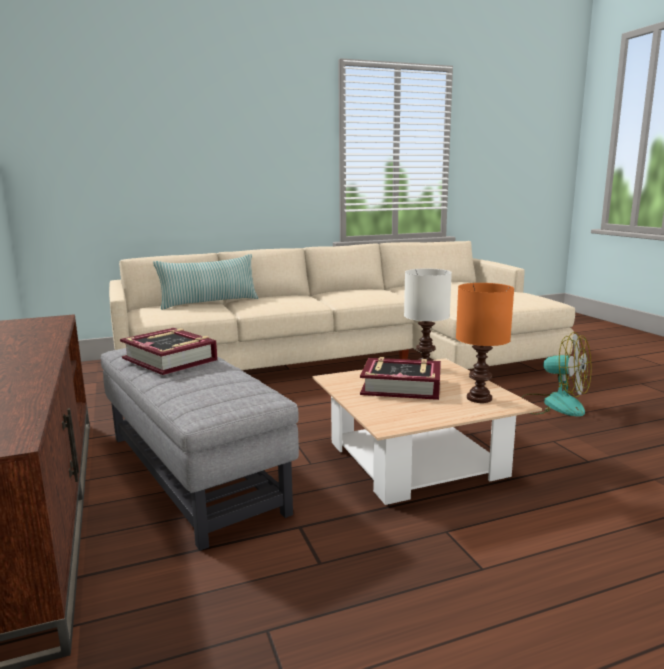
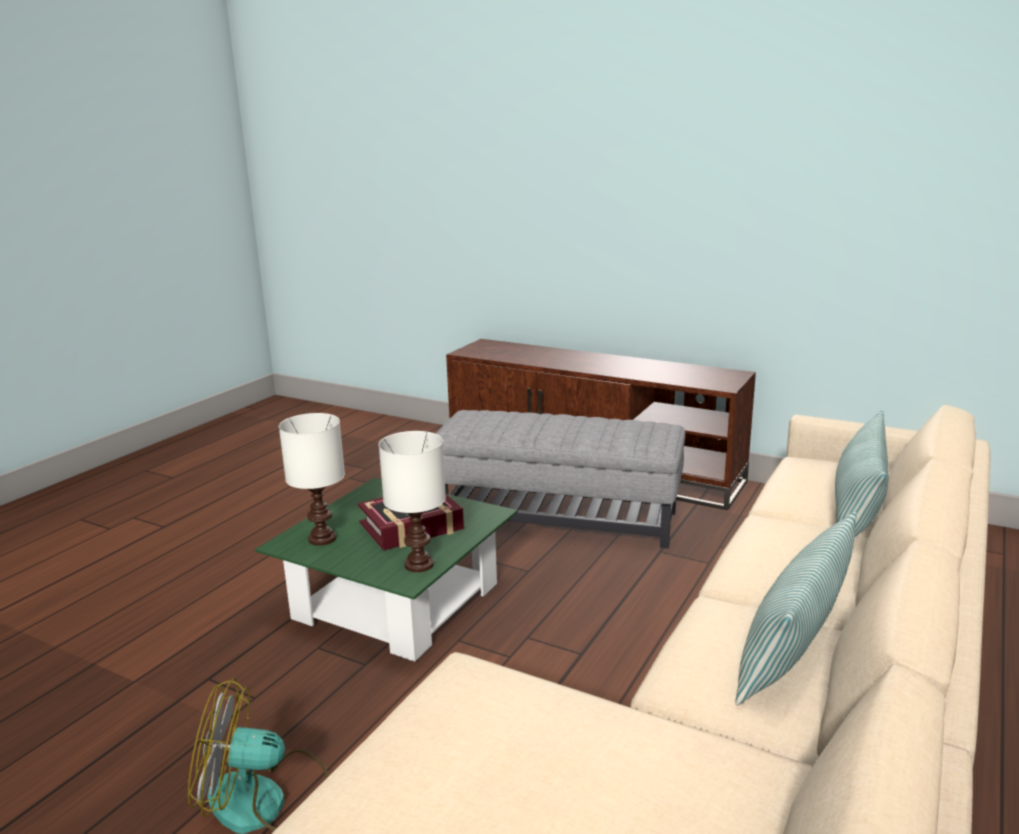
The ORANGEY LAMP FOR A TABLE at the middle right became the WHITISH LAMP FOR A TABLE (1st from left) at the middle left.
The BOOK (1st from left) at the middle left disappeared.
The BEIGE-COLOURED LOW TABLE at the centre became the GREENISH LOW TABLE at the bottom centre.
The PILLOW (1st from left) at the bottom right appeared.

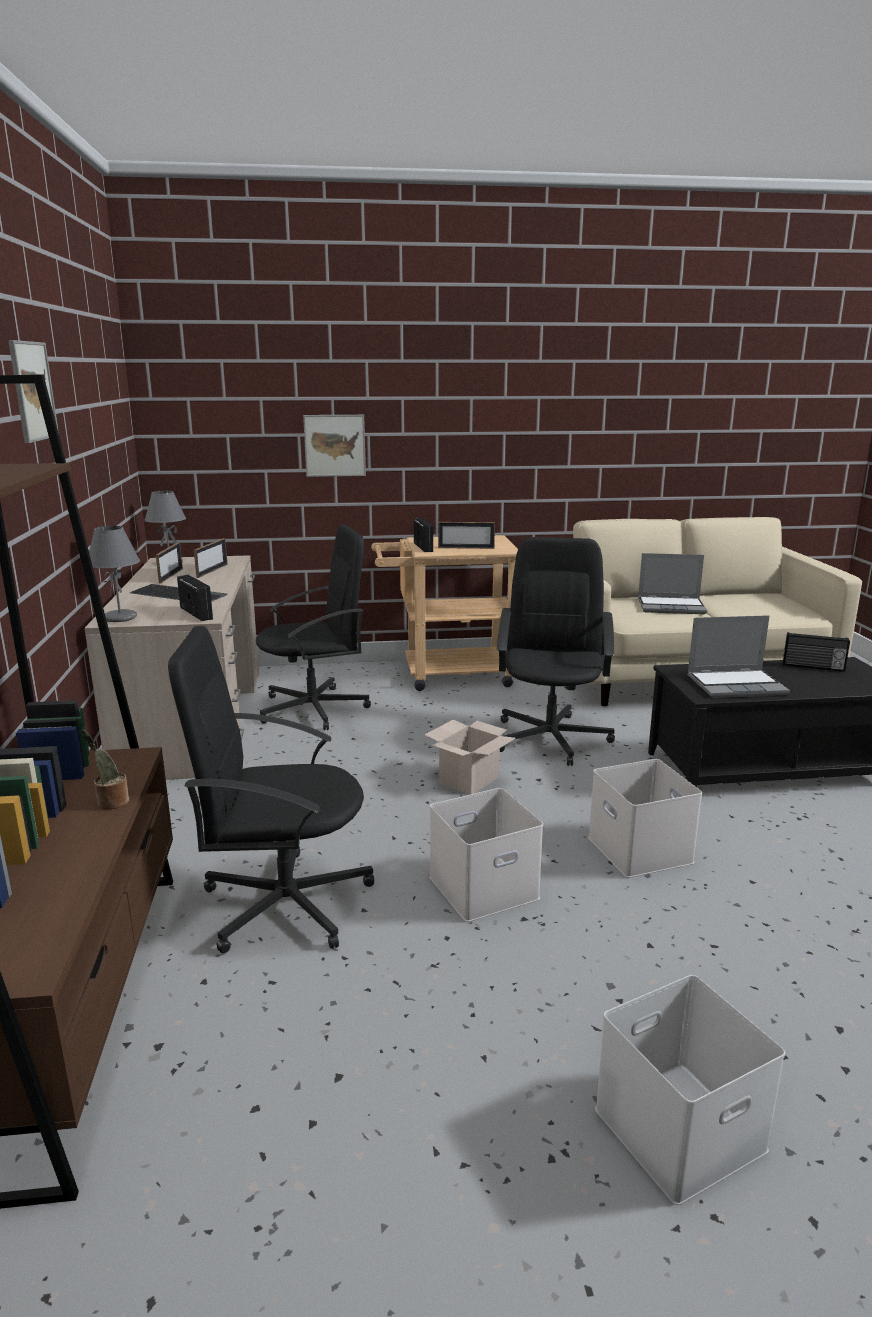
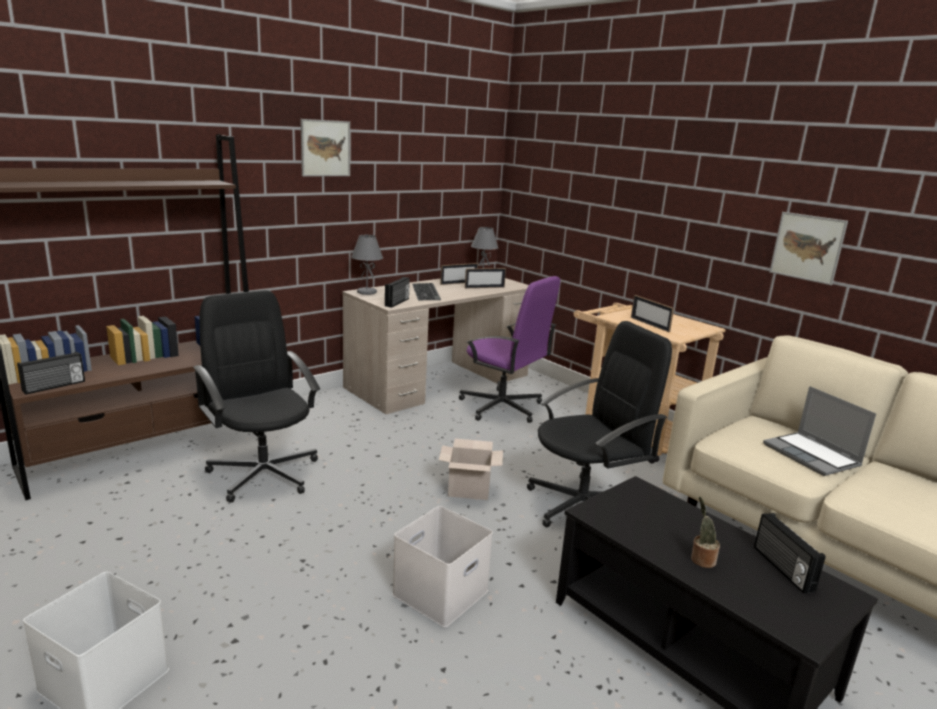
The WALL PICTURE (2nd from left) moved from the centre to the middle right.
The RADIO SET (2nd from left in the first image) moved from the centre to the middle left.
The BLACK COMPUTER CHAIR (2nd from left) at the centre became the PURPLE-COLOURED COMPUTER CHAIR at the centre.
The PORTABLE COMPUTER (2nd from left) at the middle right disappeared.
The HOUSEPLANT moved from the middle left to the bottom right.
The WHITISH STORAGE BIN (1st from left) at the centre disappeared.

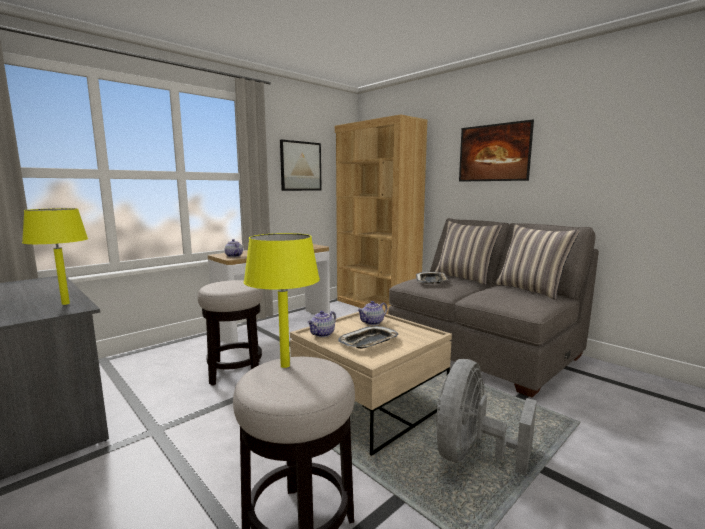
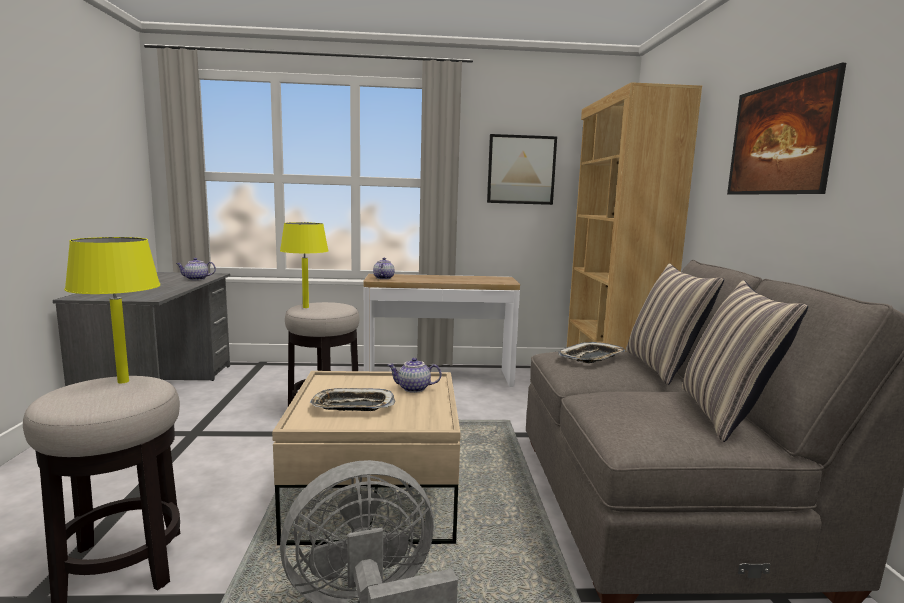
The YELLOW LAMP FOR A TABLE (1st from left in the first image) moved from the middle left to the centre.
The TEA POT (2nd from left in the first image) moved from the centre to the middle left.

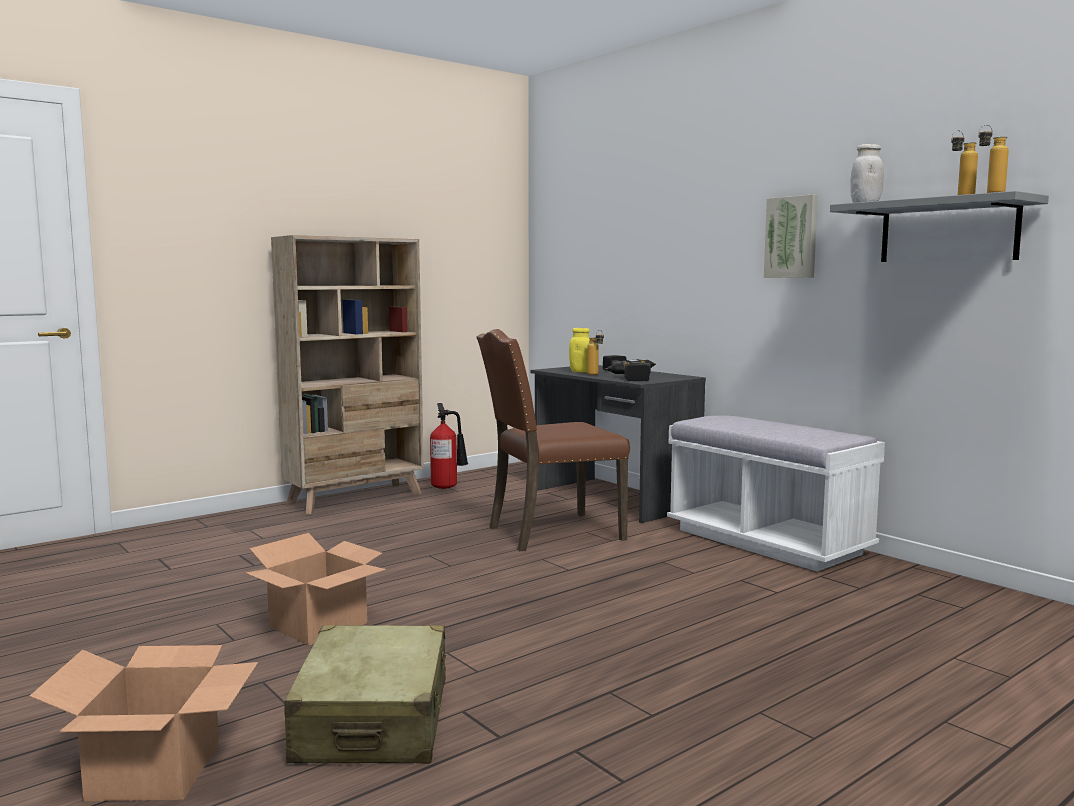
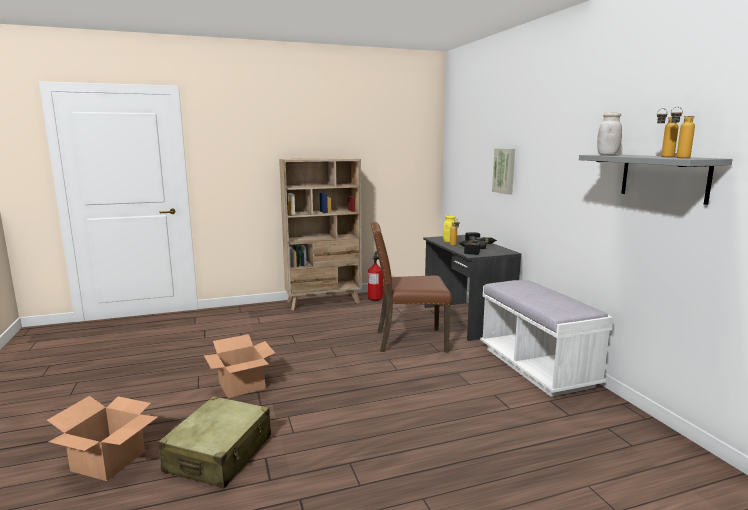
The WALL PICTURE moved from the top right to the middle right.

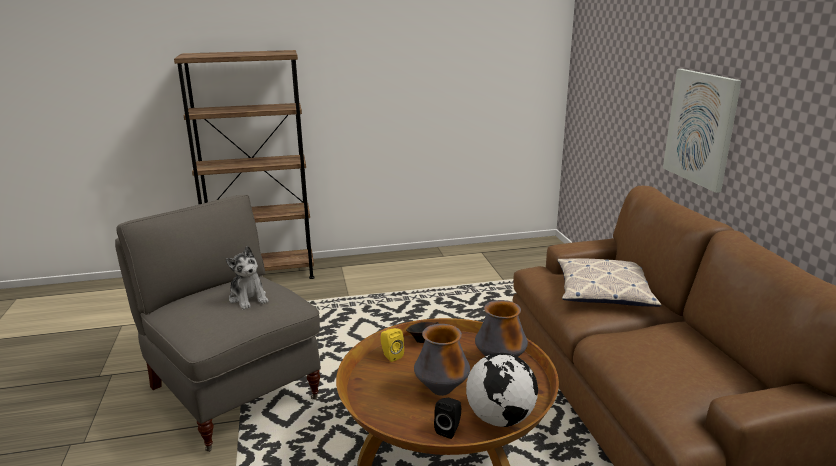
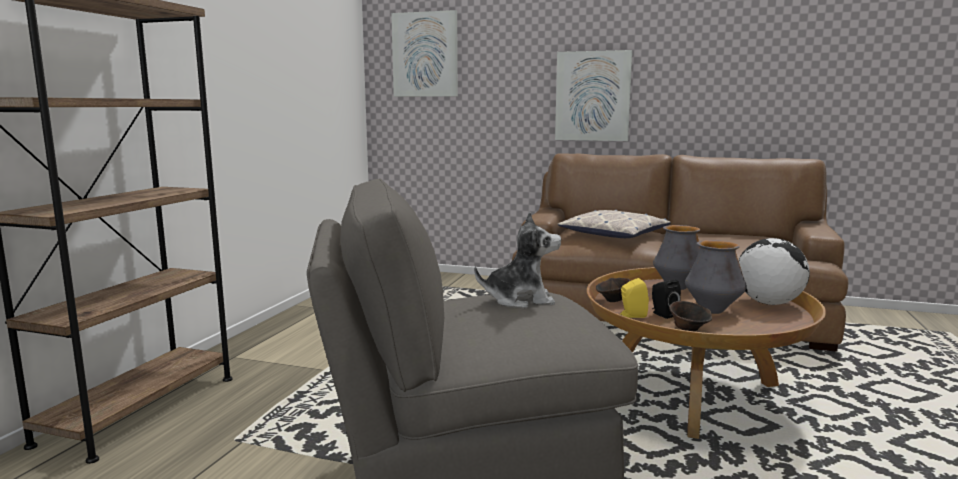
The BLACK AUDIO SPEAKER moved from the bottom centre to the middle right.
The WALL PICTURE (1st from left) at the top centre appeared.
The BROWNISH BOWL (2nd from left) at the middle right appeared.

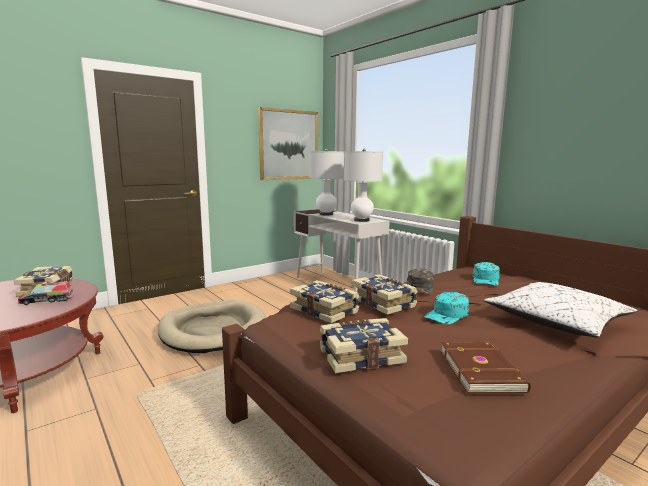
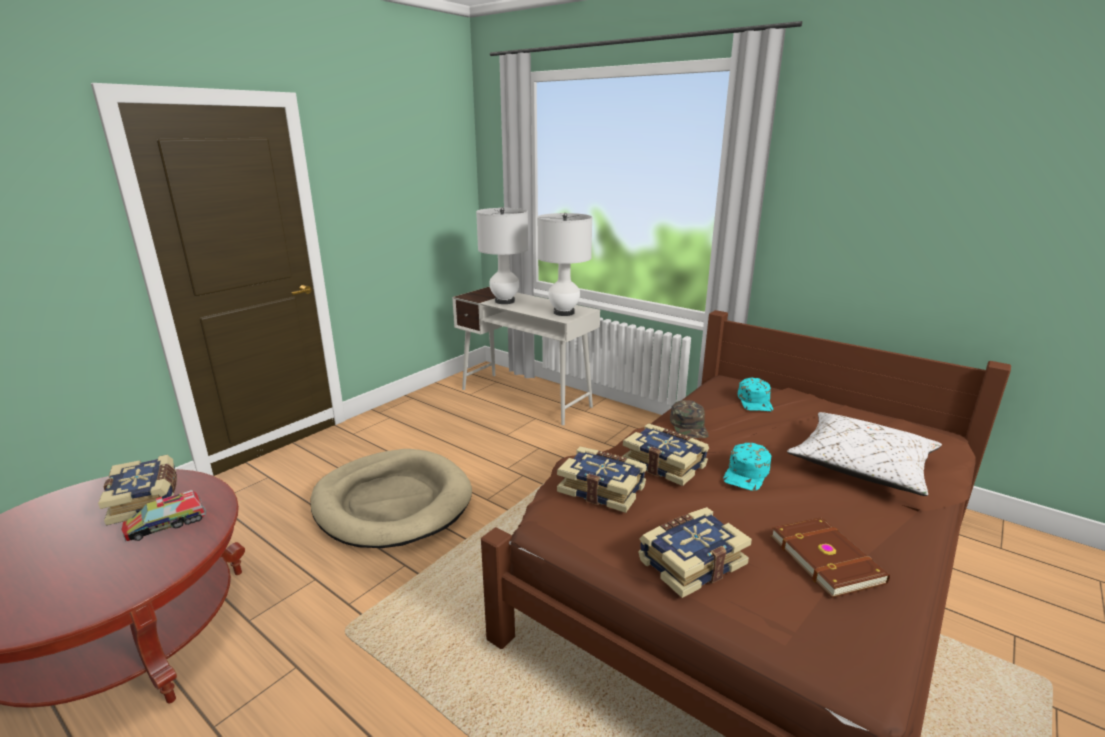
The WALL PICTURE at the top centre disappeared.

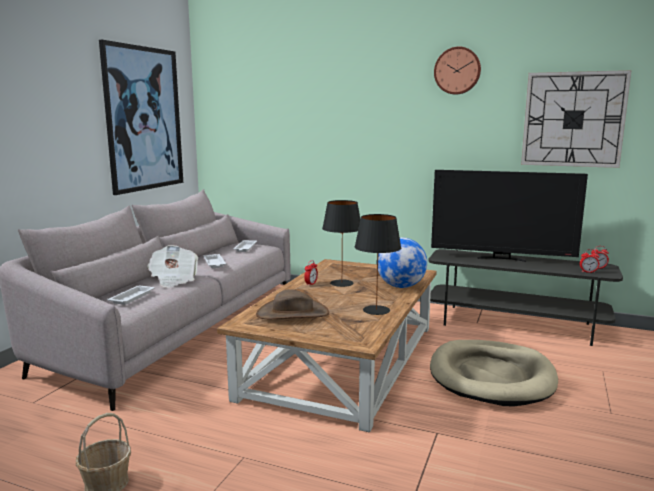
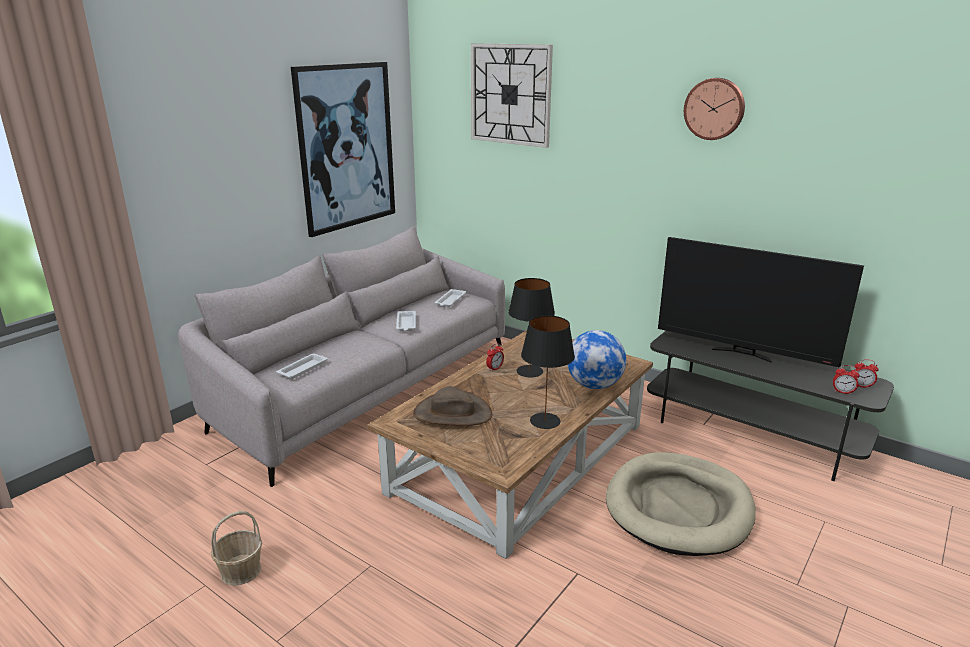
The CLOCK ON THE WALL (2nd from left in the first image) moved from the top right to the top centre.
The PRINTED PAPER at the middle left disappeared.

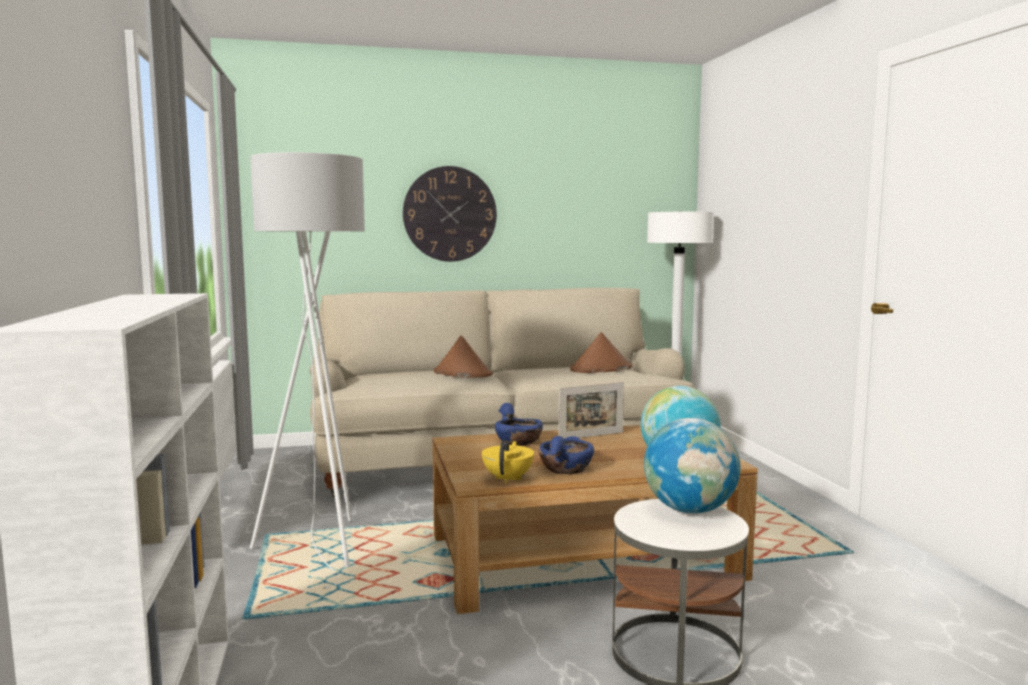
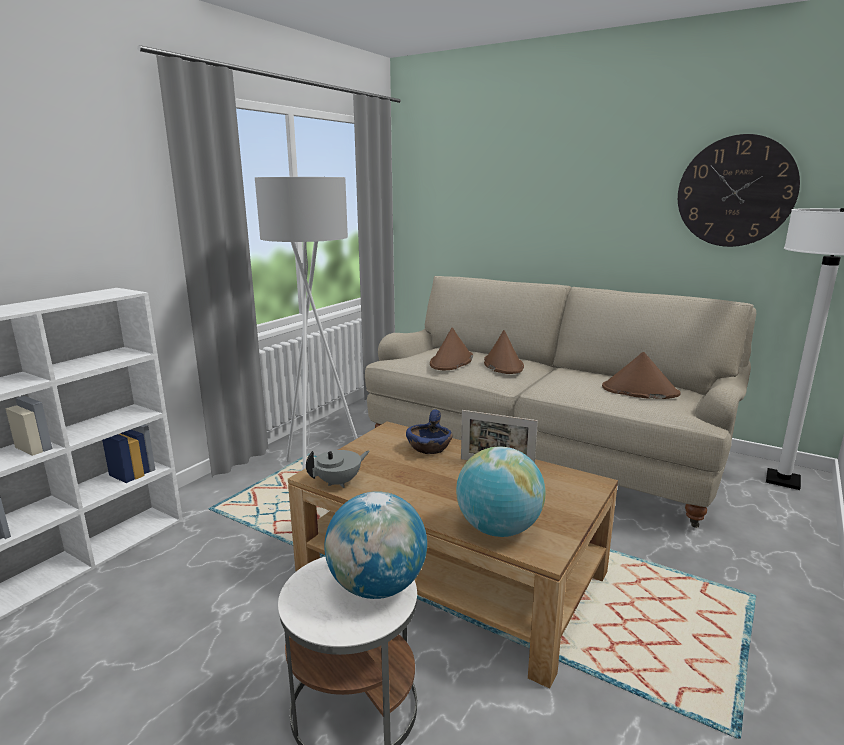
The CLOCK ON THE WALL moved from the top centre to the top right.
The BLUE-COLOURED BOWL (2nd from left) at the centre disappeared.
The YELLOW TEA POT at the bottom centre became the GREY TEA POT at the centre.
The BROWNISH CLOTHING HAT (1st from left) at the centre appeared.

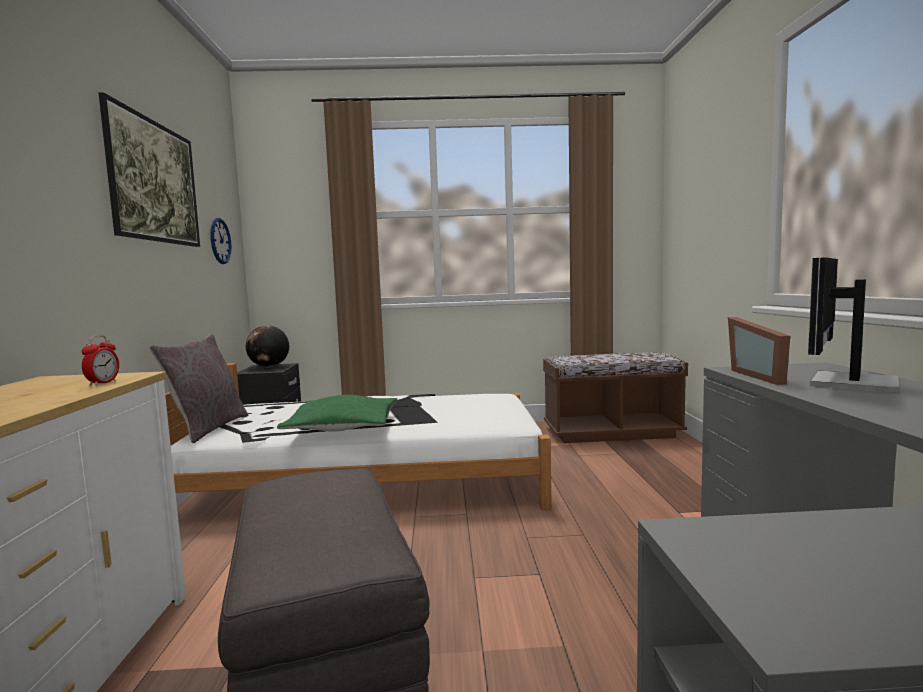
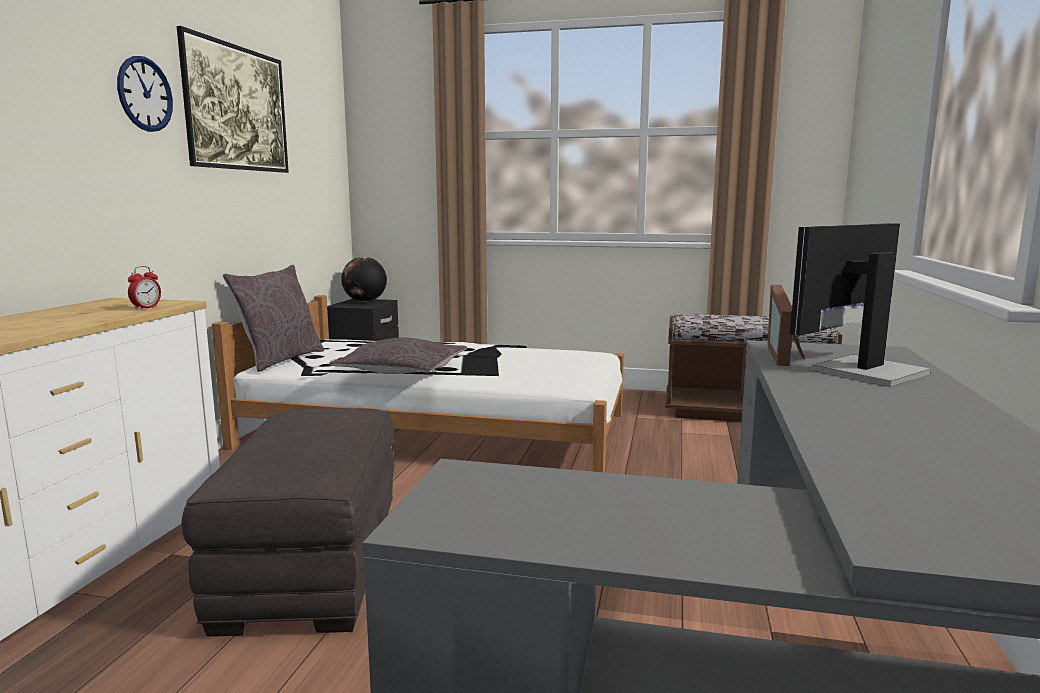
The CLOCK ON THE WALL moved from the middle left to the top left.
The GREENISH PILLOW at the centre became the GREY PILLOW (2nd from left) at the centre.

